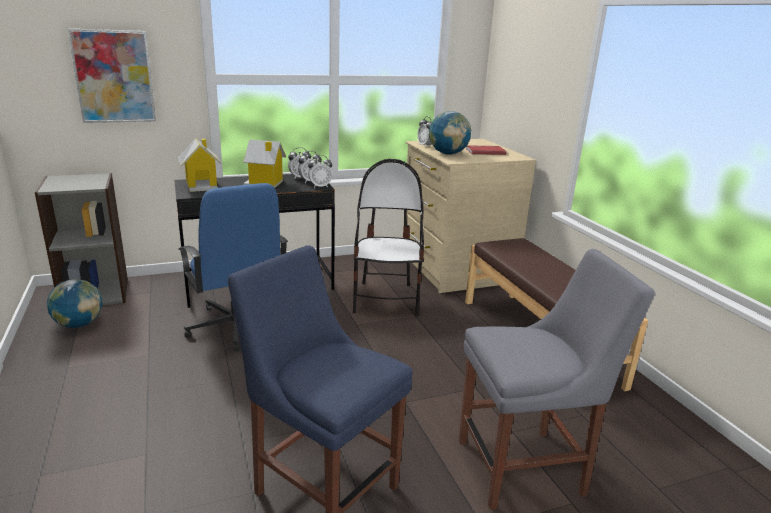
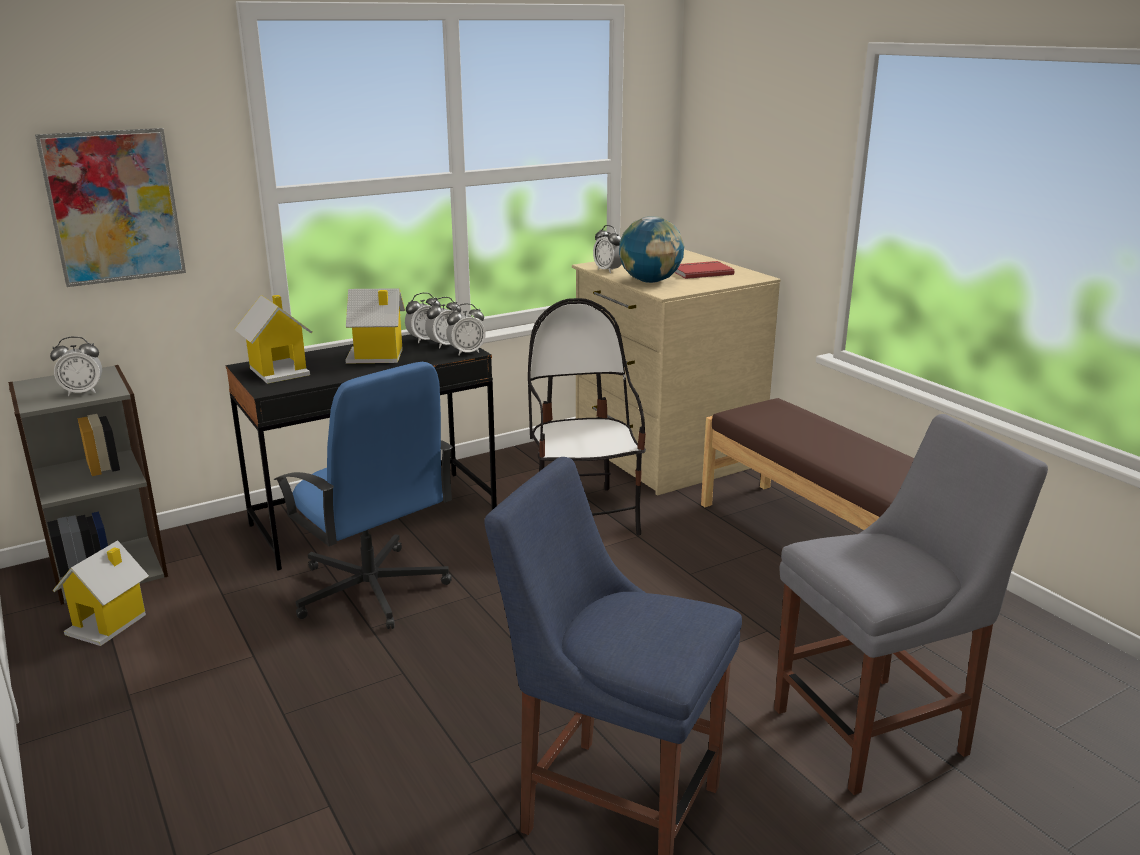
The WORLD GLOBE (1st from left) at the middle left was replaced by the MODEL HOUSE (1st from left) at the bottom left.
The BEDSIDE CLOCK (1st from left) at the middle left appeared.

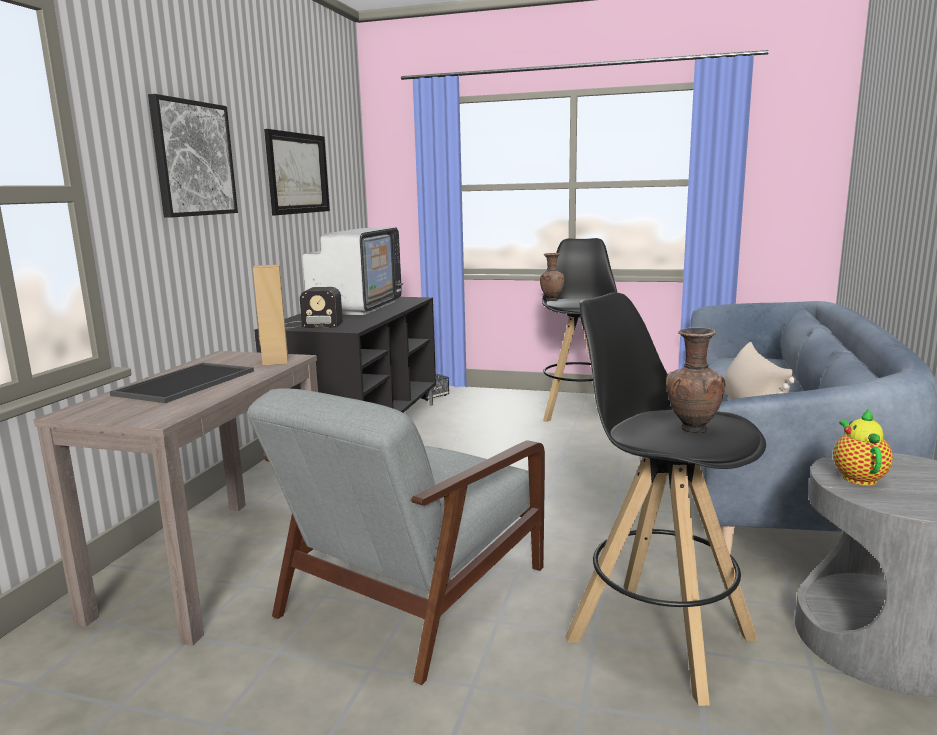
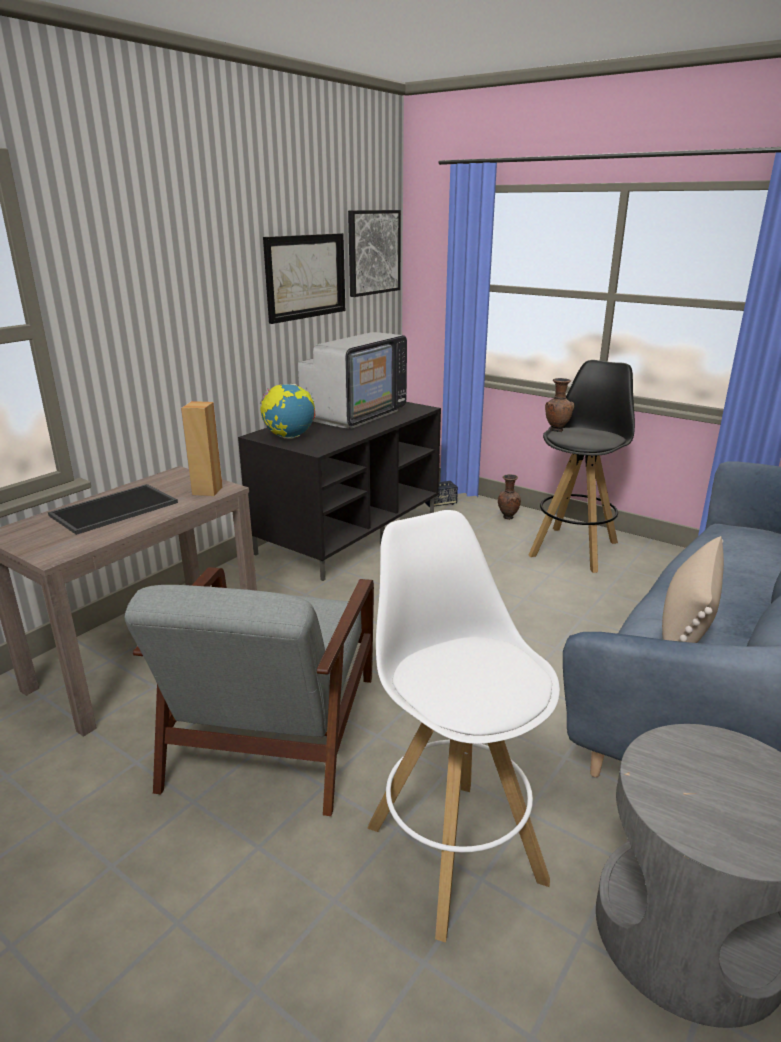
The WALL PICTURE (1st from left in the first image) moved from the top left to the top centre.
The RADIO SET at the centre was replaced by the WORLD GLOBE at the centre.
The BLACK STOOL (2nd from left) at the bottom right became the WHITISH STOOL at the bottom centre.
The BROWNISH DECORATIVE VASE (2nd from left in the first image) moved from the middle right to the centre.
The GREY EASY CHAIR at the bottom centre turned 45 degrees counterclockwise.
The TEA POT at the middle right disappeared.

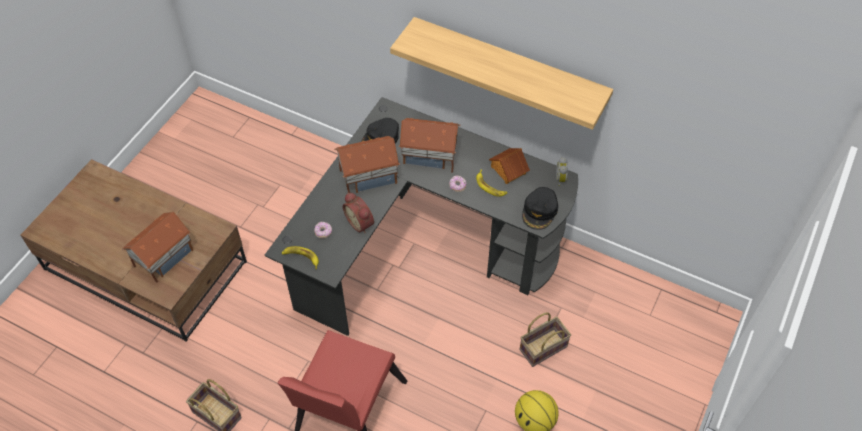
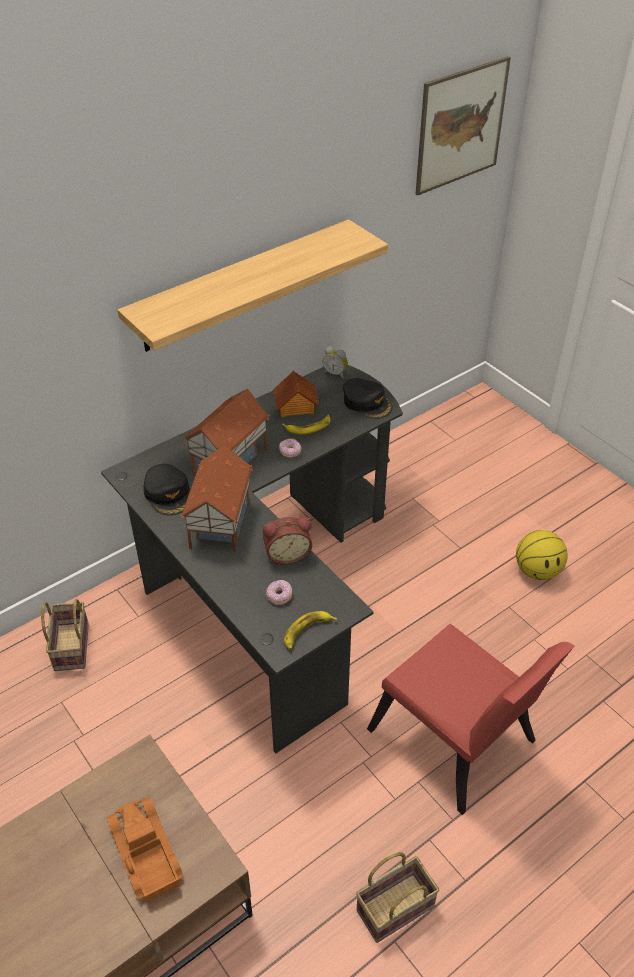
The MODEL HOUSE (1st from left) at the middle left was replaced by the TOY TRUCK at the bottom left.
The STORAGE BASKET (2nd from left in the first image) moved from the bottom centre to the middle left.
The WALL PICTURE at the top right appeared.

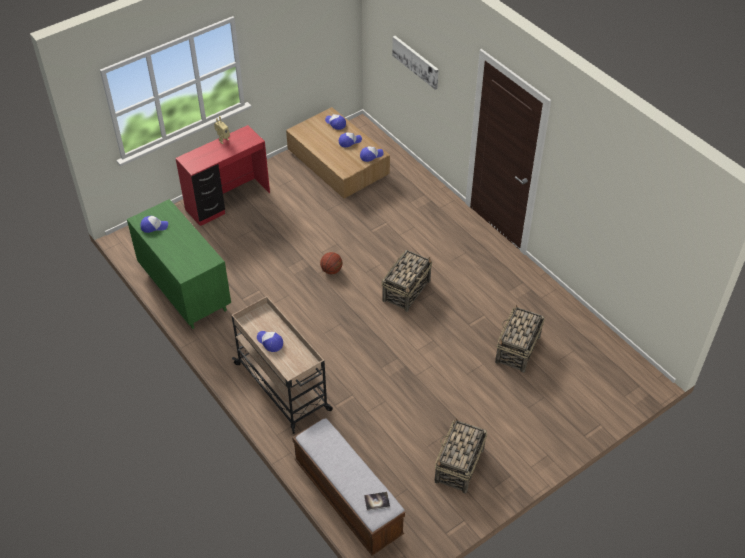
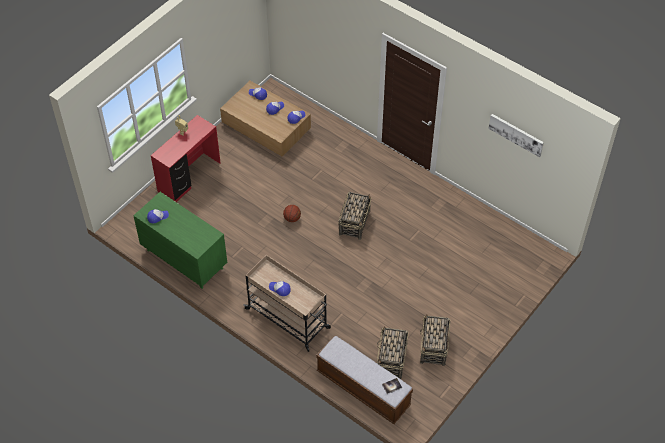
The WALL PICTURE moved from the top centre to the top right.
The STORAGE BASKET (3rd from left in the first image) moved from the middle right to the bottom centre.

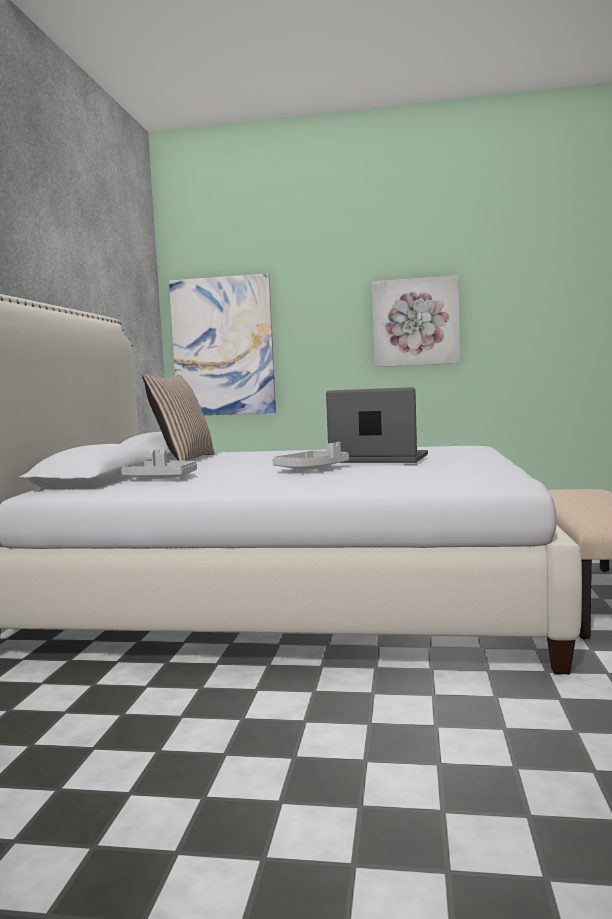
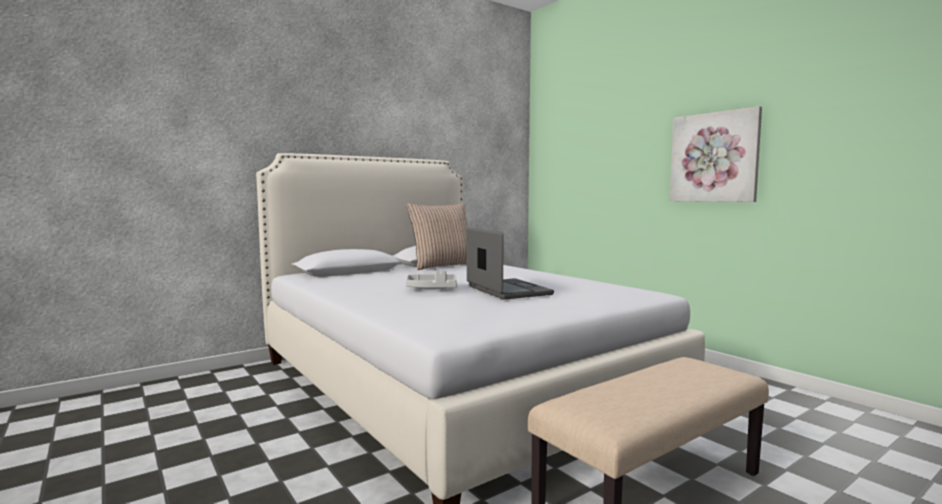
The WALL PICTURE (1st from left) at the centre disappeared.
The GREY TRAY (1st from left) at the middle left disappeared.

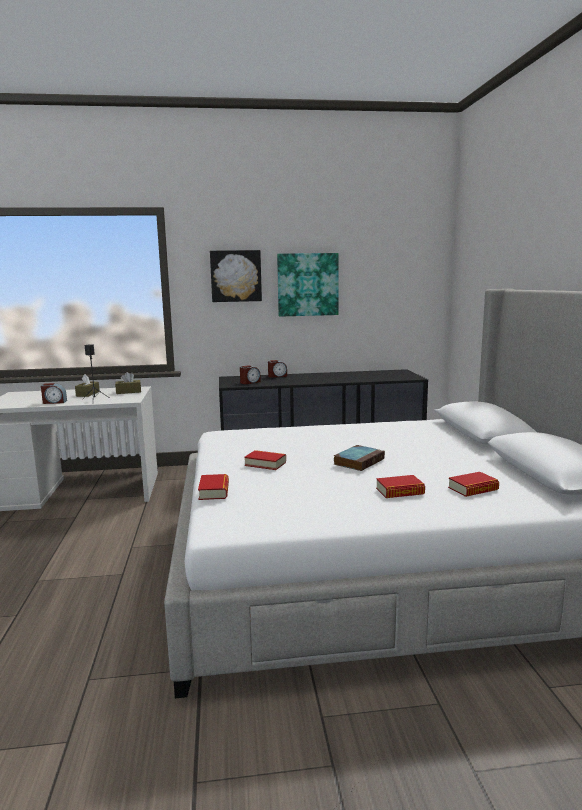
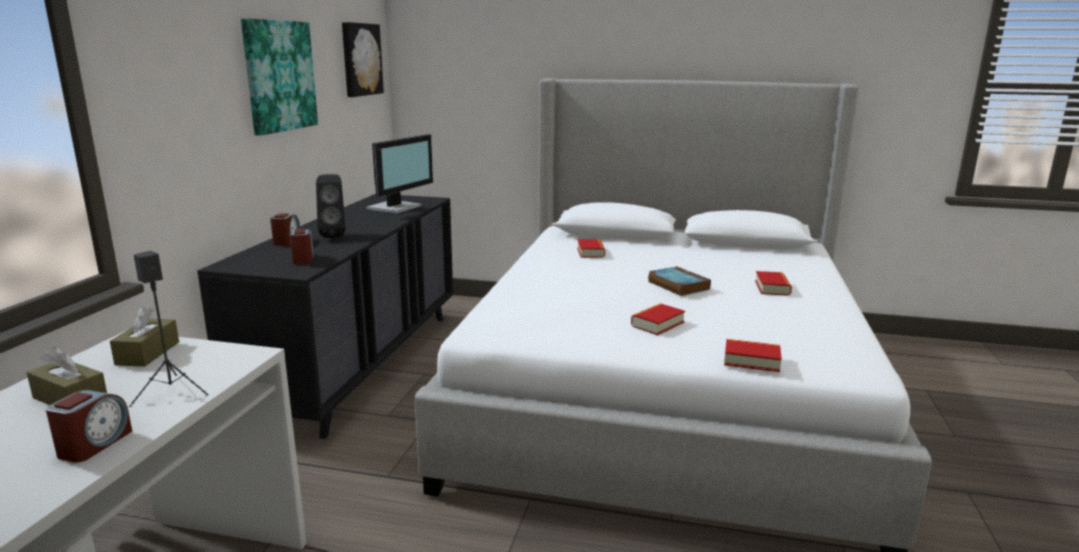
The WALL PICTURE (1st from left in the first image) moved from the centre to the top centre.
The BOOK (5th from left in the first image) moved from the middle right to the centre.
The COMPUTER DISPLAY at the top centre appeared.
The BLACK AUDIO SPEAKER (2nd from left) at the middle left appeared.

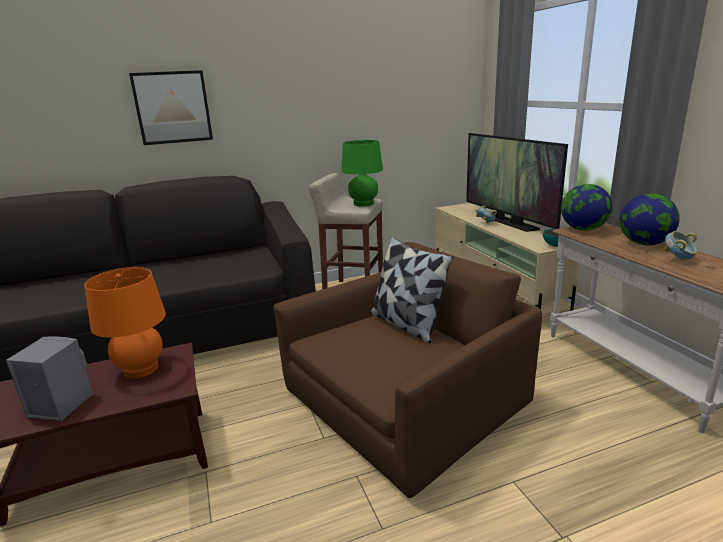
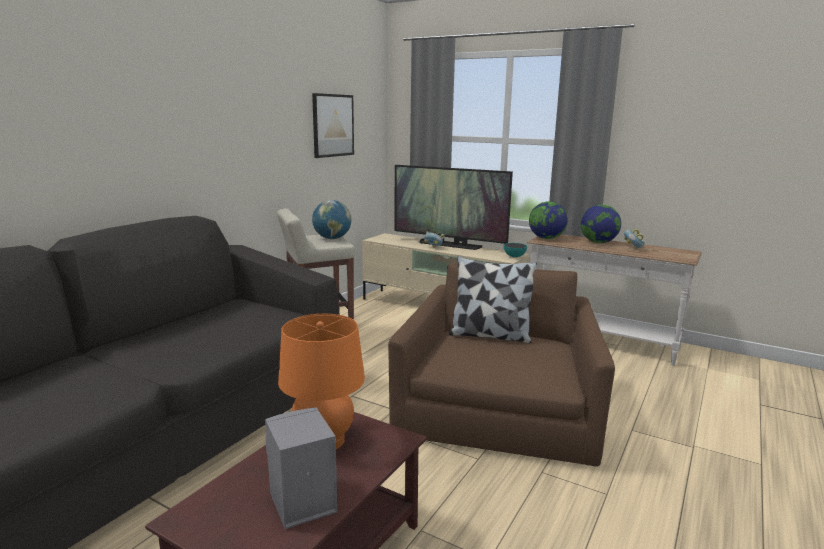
The WALL PICTURE moved from the top left to the top centre.
The GREENISH LAMP FOR A TABLE at the top centre was replaced by the WORLD GLOBE (1st from left) at the centre.

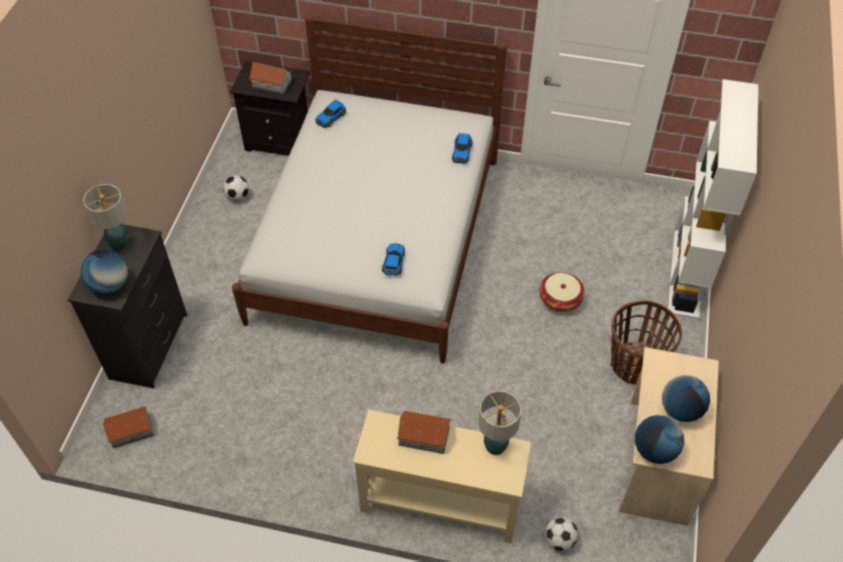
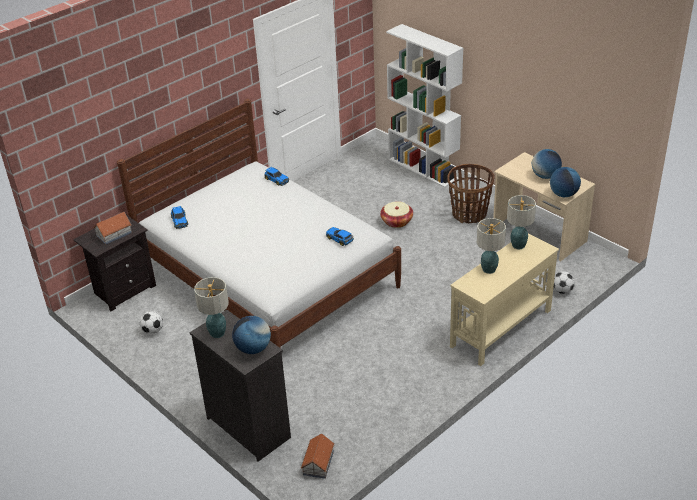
The MODEL HOUSE (3rd from left) at the bottom centre was replaced by the LAMP FOR A TABLE (2nd from left) at the middle right.

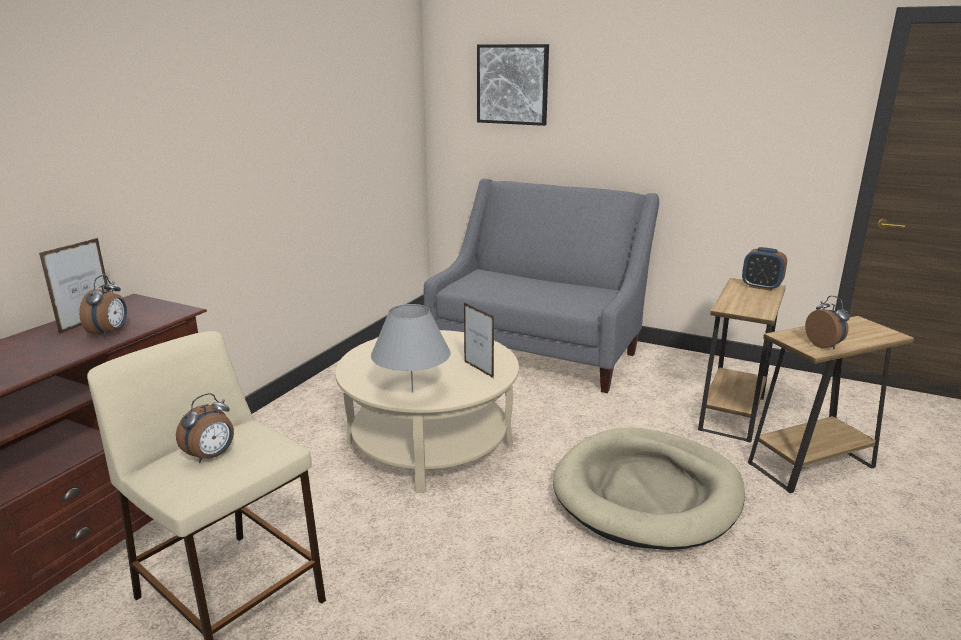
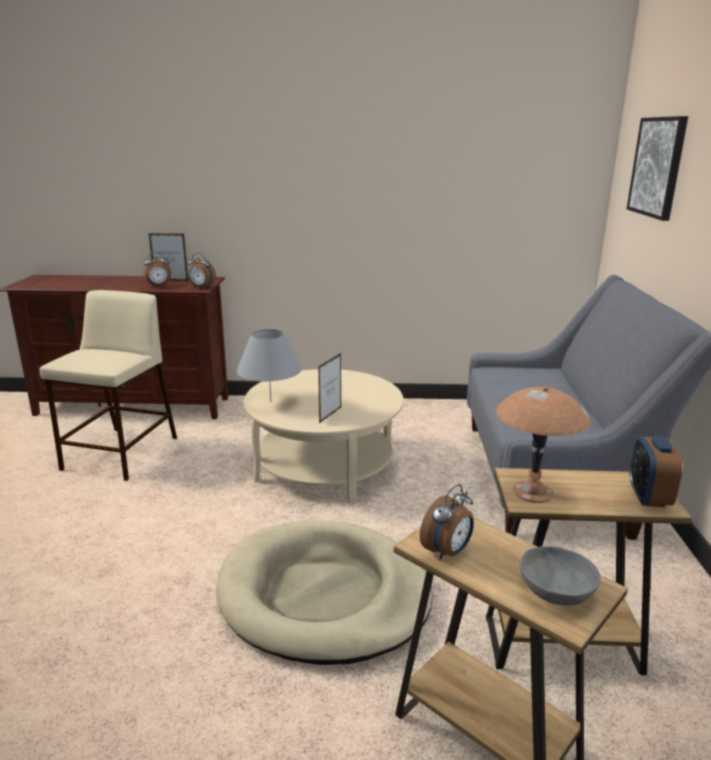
The BEDSIDE CLOCK (2nd from left) moved from the bottom left to the middle left.
The BROWNISH LAMP FOR A TABLE at the middle right appeared.
The GREY BOWL at the bottom right appeared.

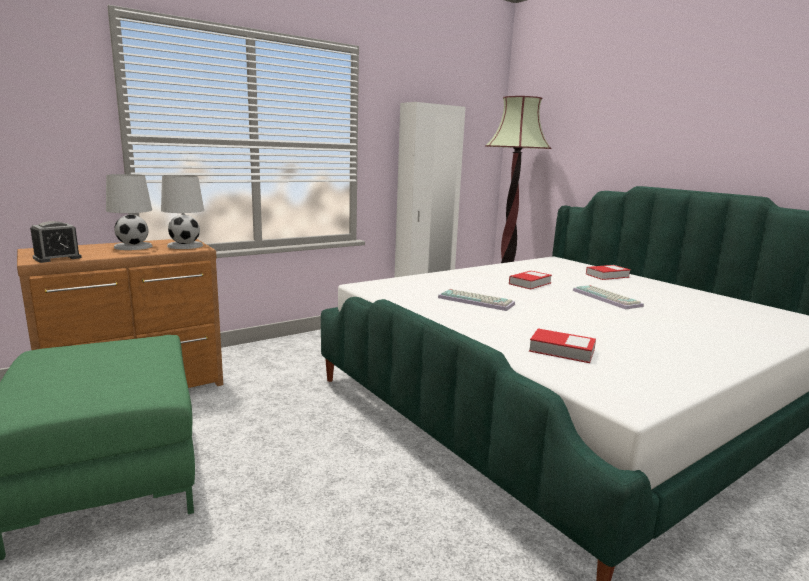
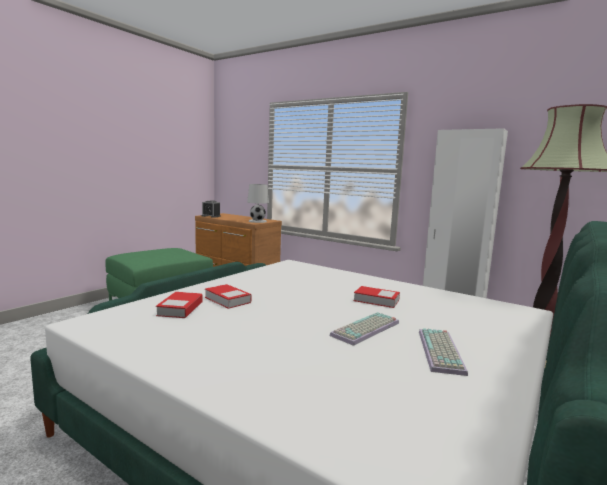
The WHITISH LAMP FOR A TABLE (1st from left) at the middle left disappeared.
The BOOK (3rd from left in the first image) moved from the middle right to the centre.
The COMPUTER KEYBOARD (1st from left in the first image) moved from the centre to the bottom right.

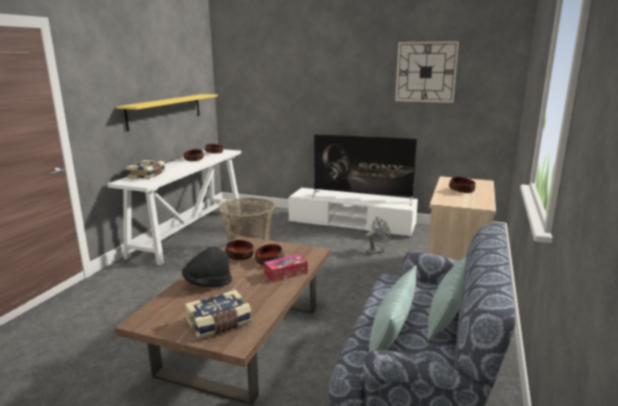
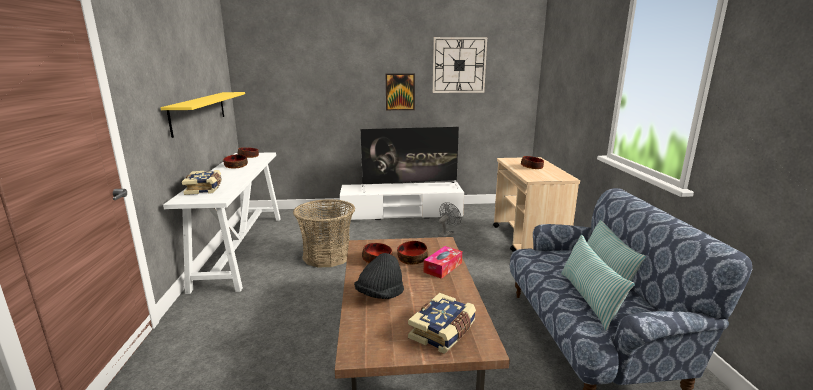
The WALL PICTURE at the top centre appeared.

